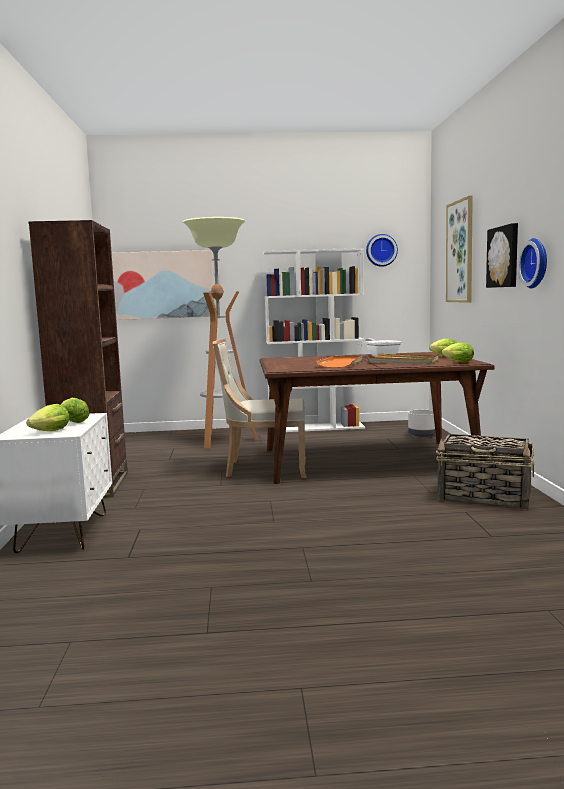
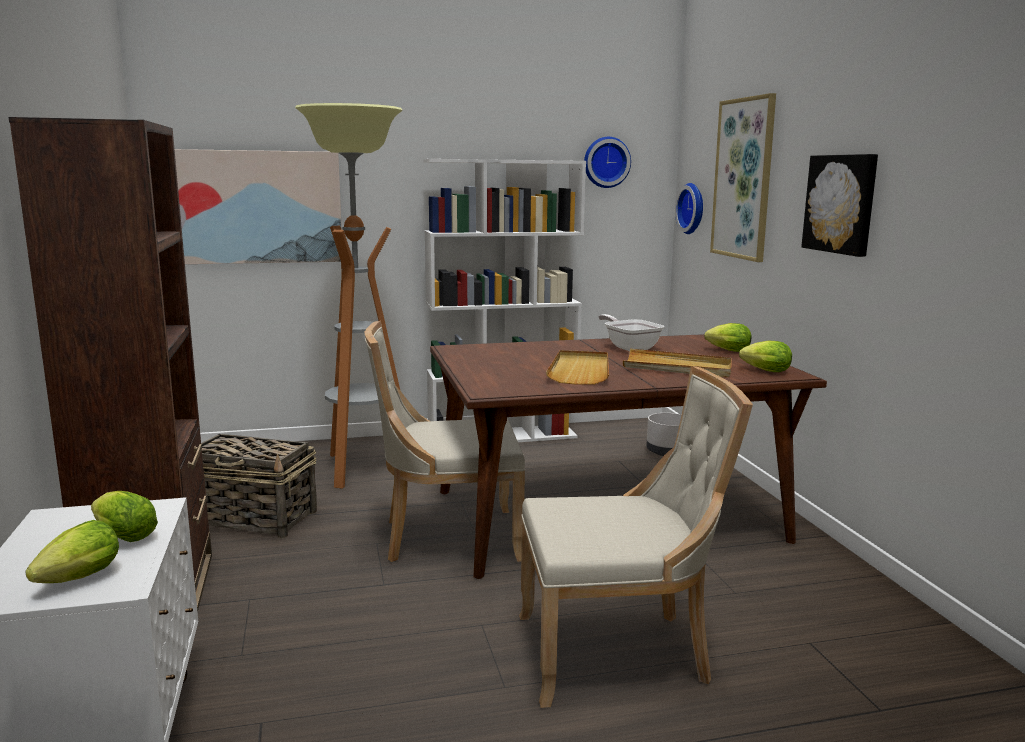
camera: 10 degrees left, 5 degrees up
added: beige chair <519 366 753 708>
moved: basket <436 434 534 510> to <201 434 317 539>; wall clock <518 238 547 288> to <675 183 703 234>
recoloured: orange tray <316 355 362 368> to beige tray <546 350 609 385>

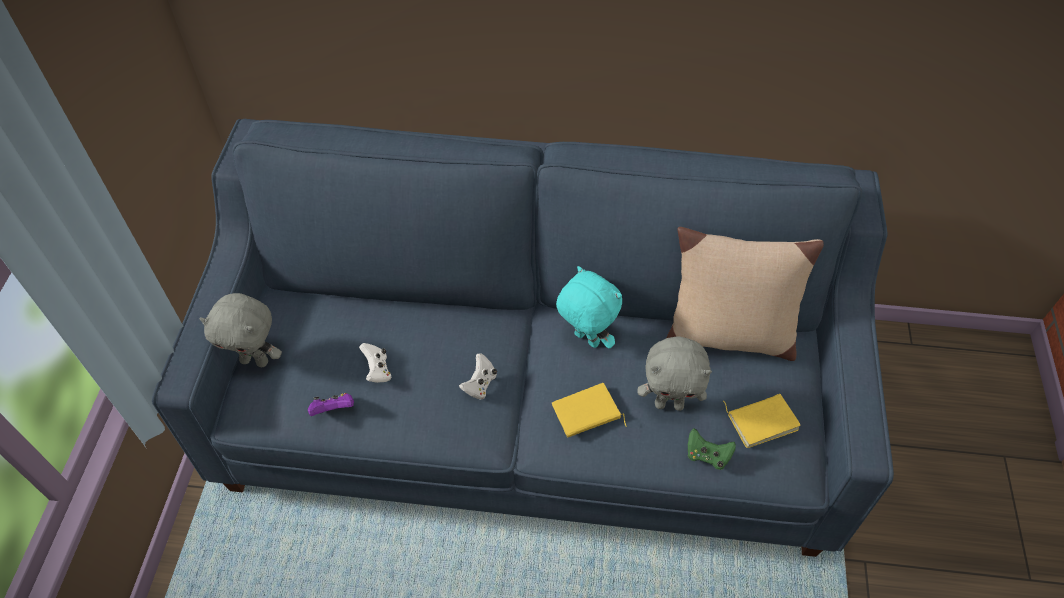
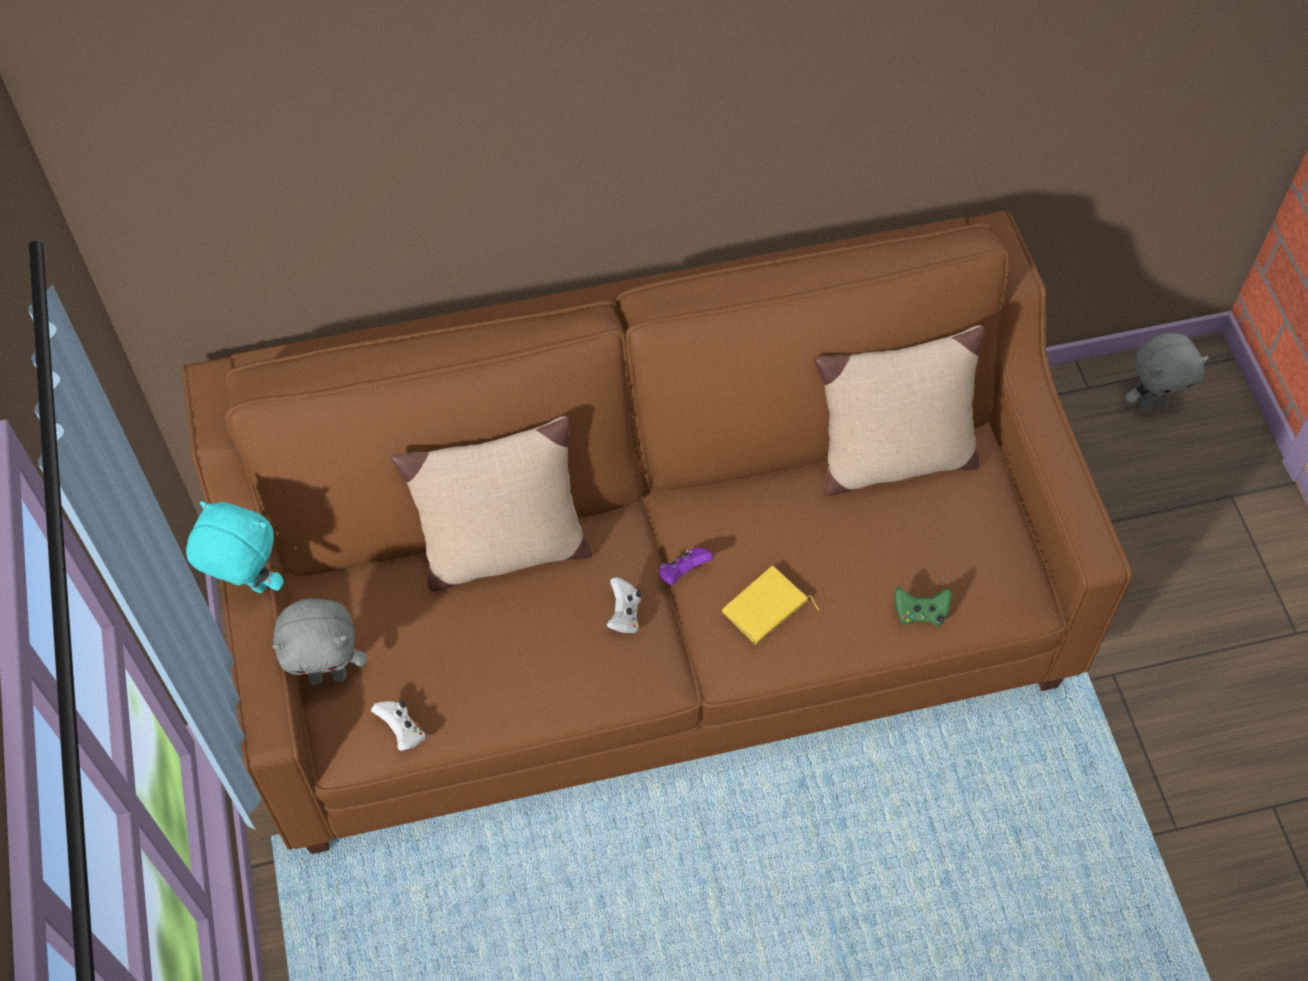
camera: 20 degrees left, 5 degrees up
removed: yellow book <723 394 801 448>
added: beige pillow <391 416 592 591>
moved: purple game controller <308 393 354 416> to <659 547 713 585>; white game controller <359 343 391 383> to <371 701 425 751>; turquoise plush toy <556 266 622 349> to <186 501 284 593>; grey plush toy <638 337 712 411> to <1125 333 1209 412>
recoloured: blue sofa <152 119 894 557> to brown sofa <183 211 1132 854>

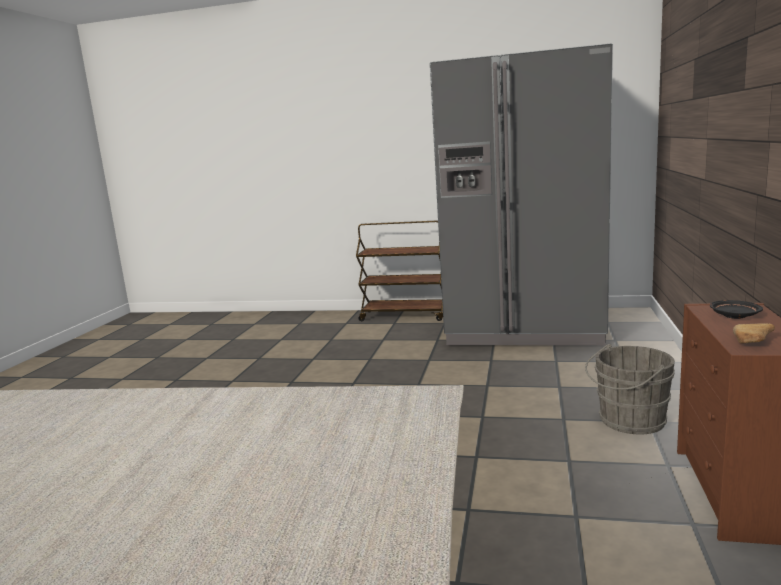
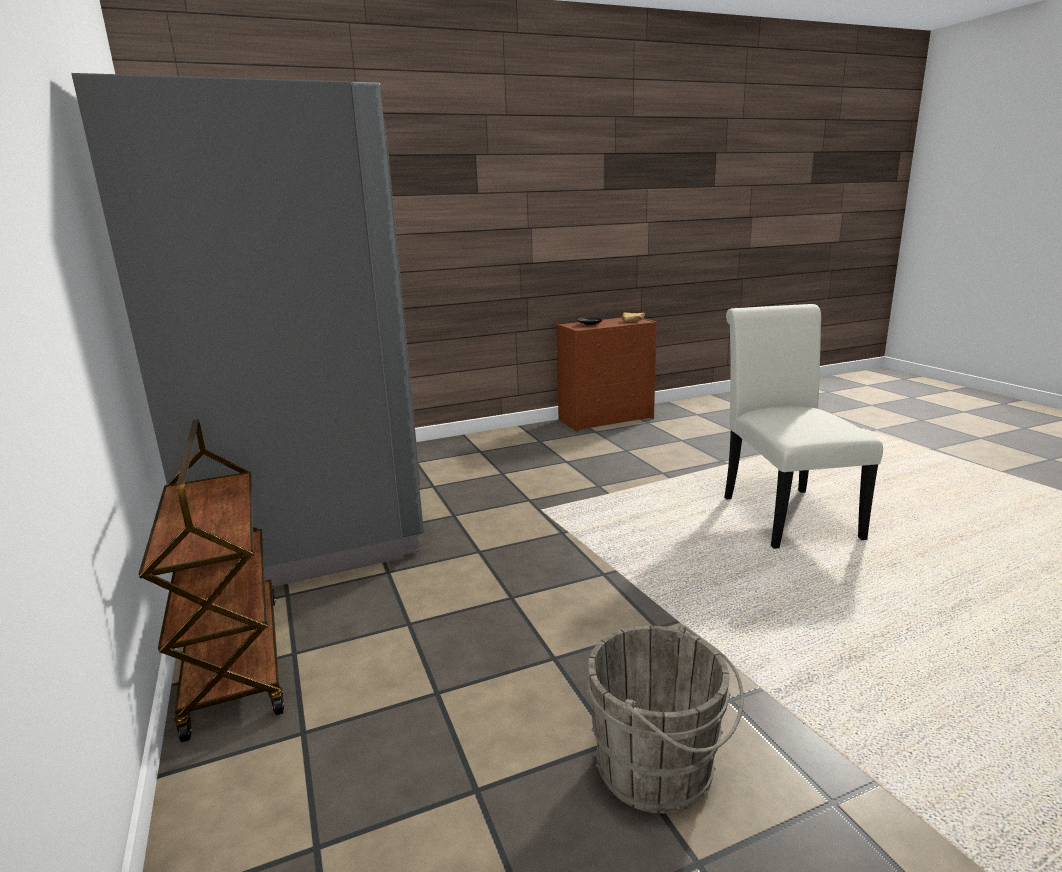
camera: 125 degrees left, 5 degrees up
added: white chair <724 304 883 549>
moved: grey bucket <585 344 675 435> to <587 624 744 814>

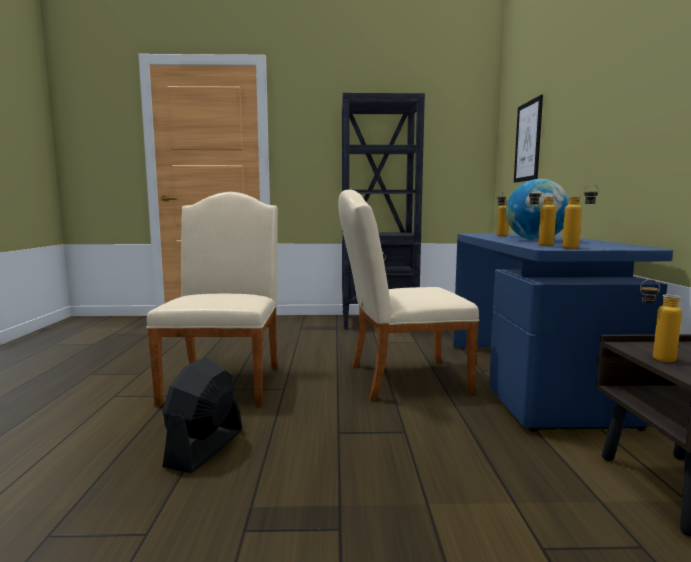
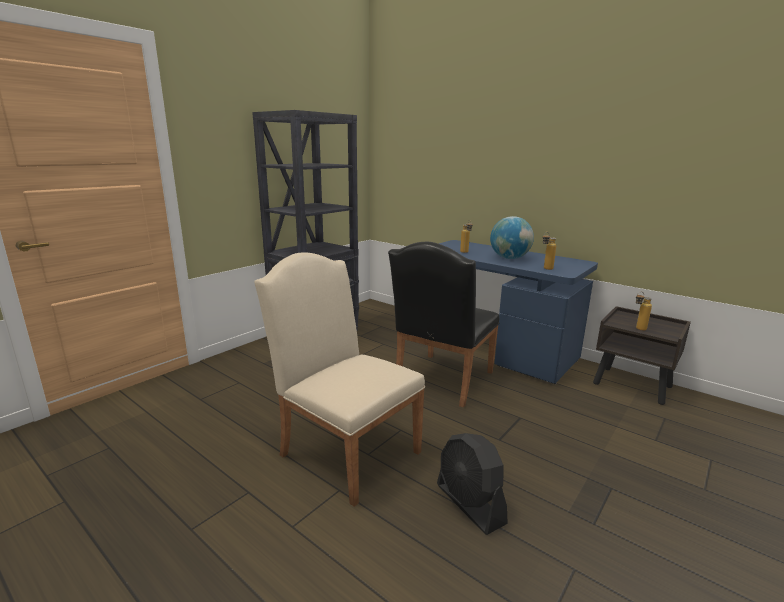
camera: 50 degrees left, 10 degrees up
removed: picture <514 95 543 183>; bottle <562 184 599 249>
recoloured: beige chair <338 190 480 401> to black chair <388 242 500 407>

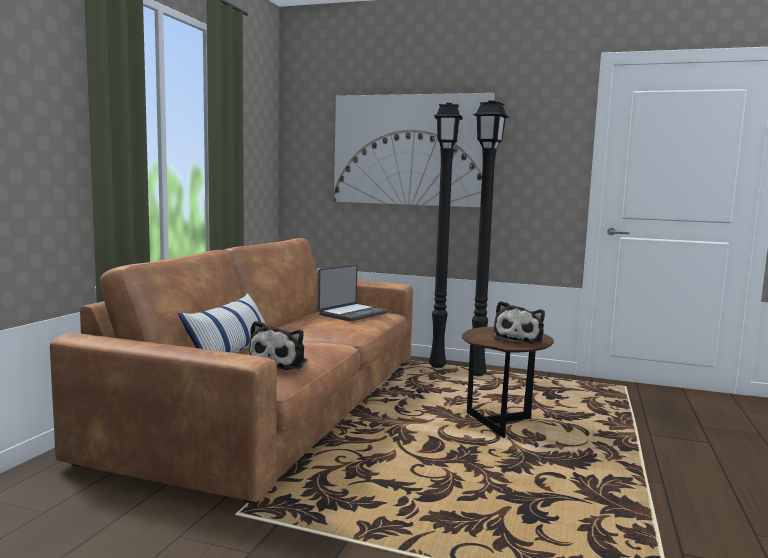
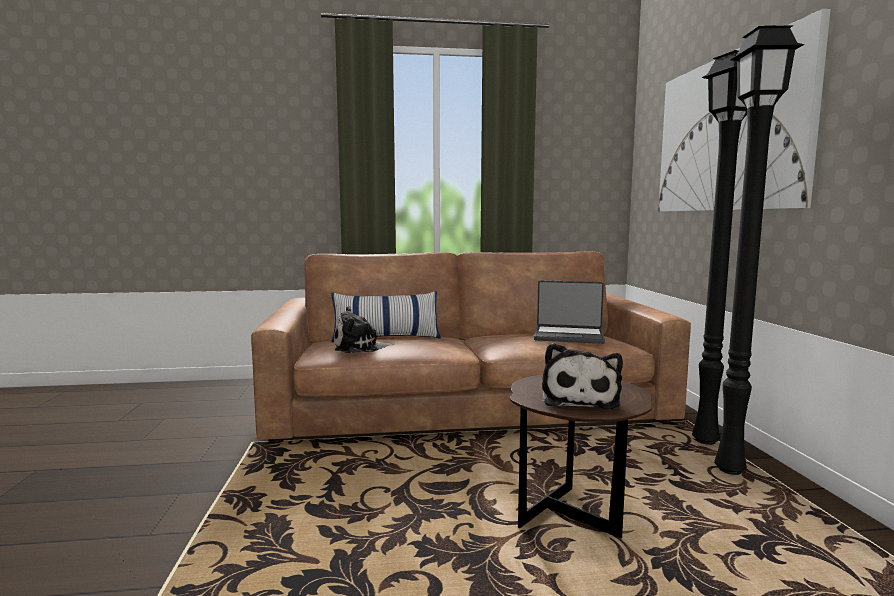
camera: 65 degrees right, 0 degrees up
turned: plush toy <494 301 545 344> = <542 343 623 410> 75 degrees counterclockwise

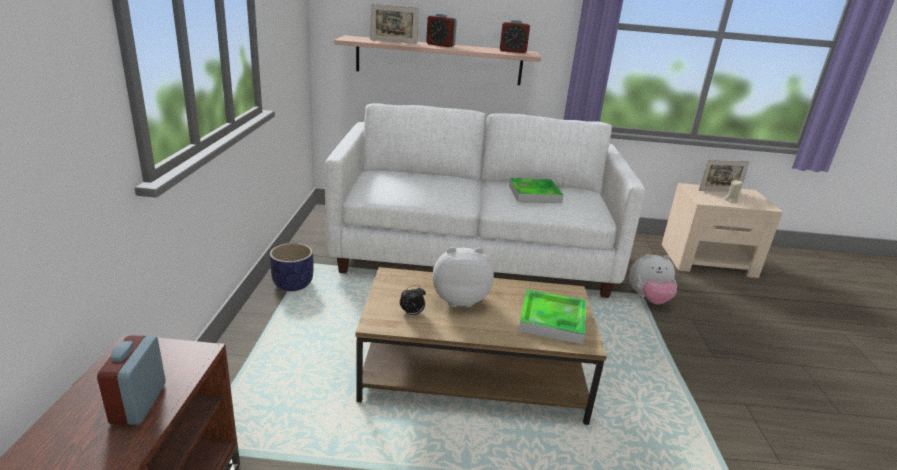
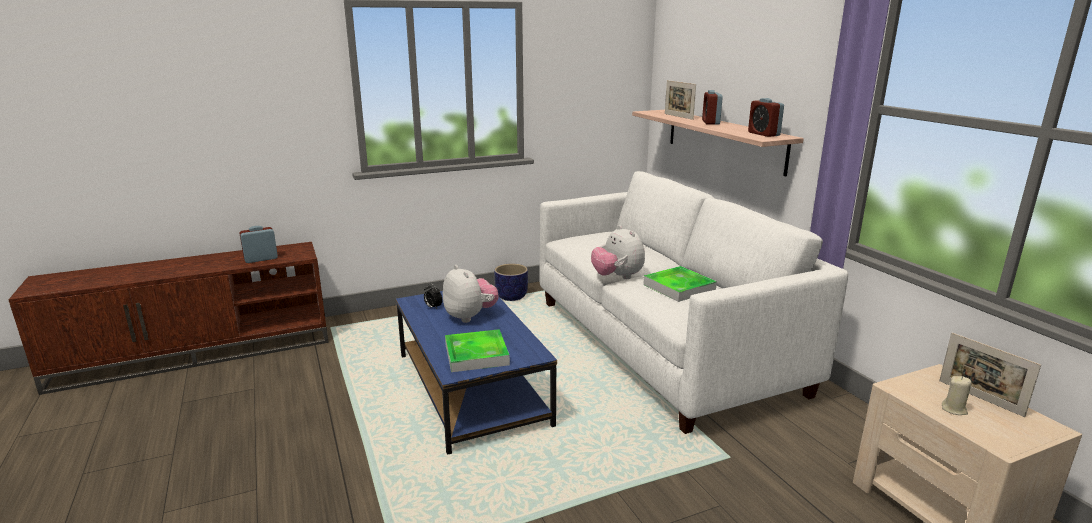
camera: 65 degrees right, 5 degrees down
moved: plush toy <629 254 677 304> to <591 225 645 279>
recoloured: brown coffee table <355 267 607 425> to blue coffee table <396 291 557 455>

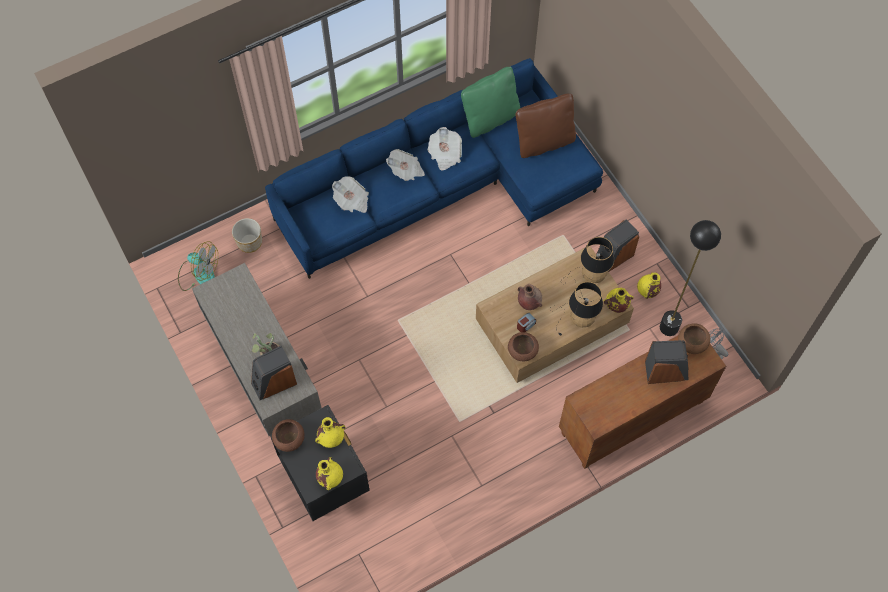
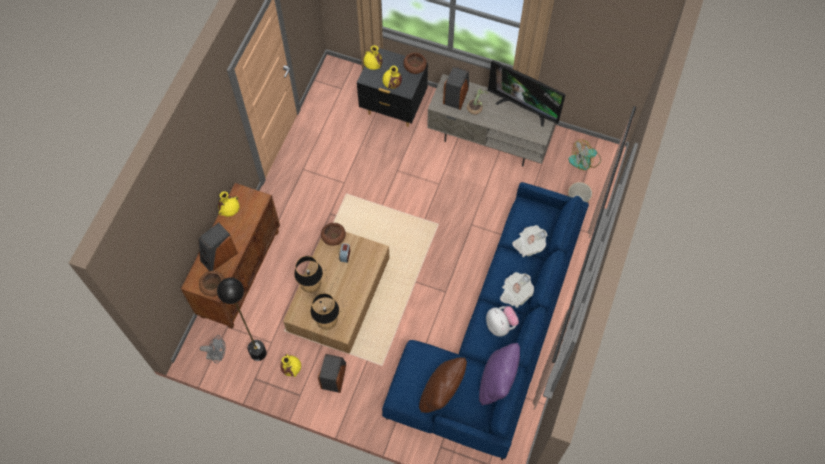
camera: 140 degrees right, 0 degrees up
removed: brown vase <518 284 542 310>
added: television <488 60 566 127>
moved: yellow vase <604 288 634 313> to <218 191 240 217>
replaced: newspaper <427 127 462 171> to plush toy <486 306 519 337>
recoloured: green pillow <461 67 520 138> to purple pillow <479 343 520 405>

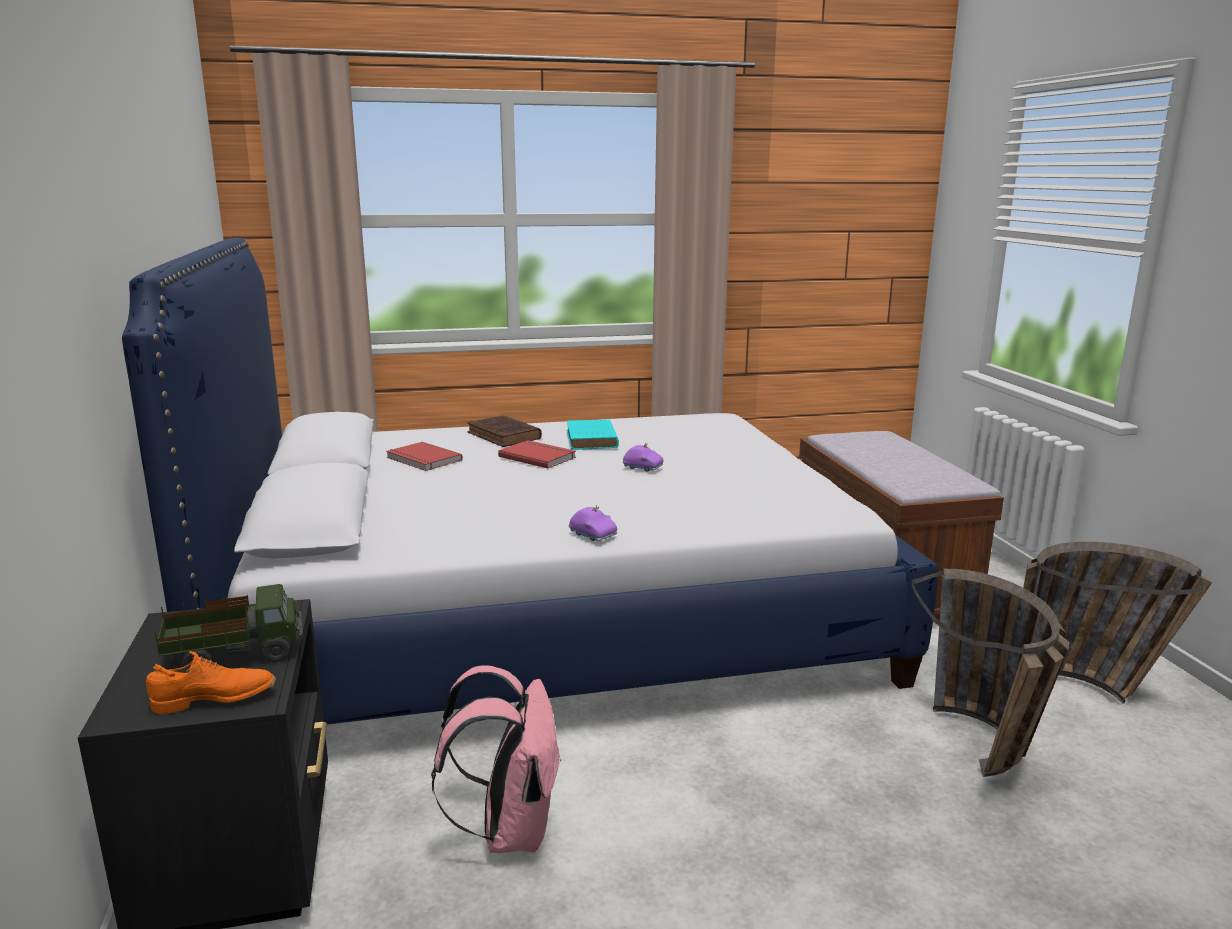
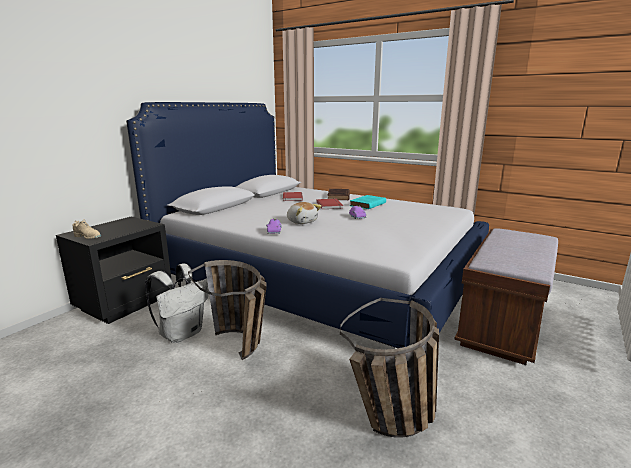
camera: 45 degrees right, 0 degrees up
removed: toy truck <155 584 303 667>
added: plush toy <287 202 321 224>
moved: basket <1023 542 1212 704> to <188 260 267 360>
recoloured: orange shoe <146 651 276 714> to beige shoe <73 219 101 239>; pink backpack <431 665 561 853> to white backpack <145 264 209 343>

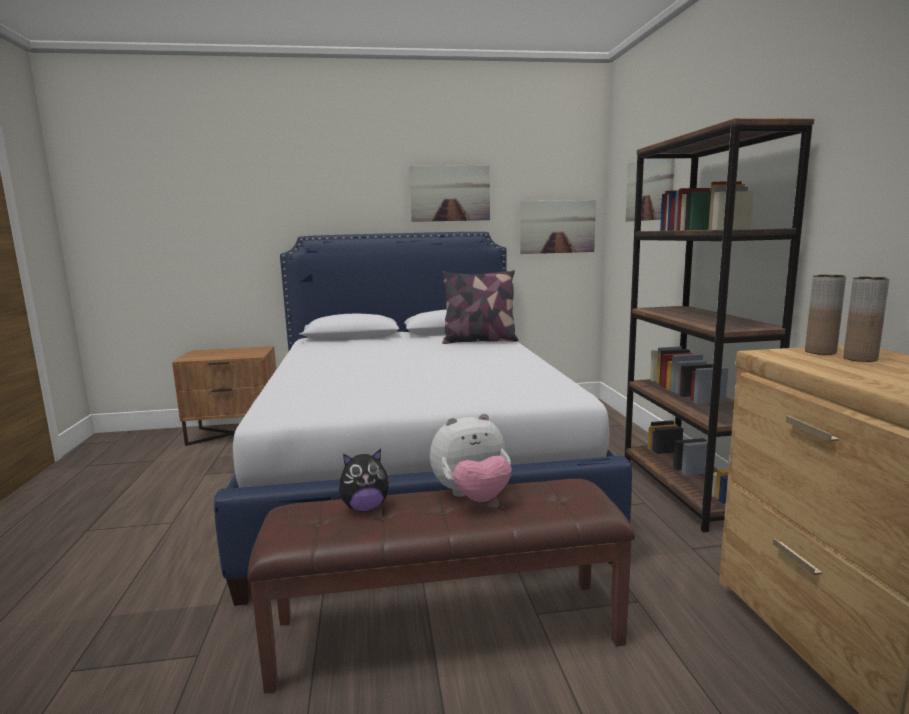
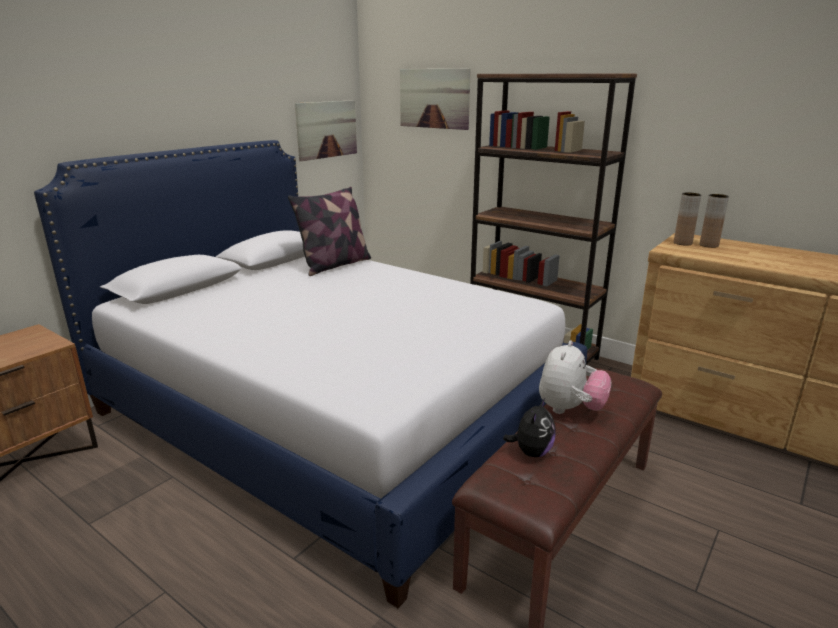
camera: 45 degrees left, 10 degrees up
removed: picture <409 165 490 222>

